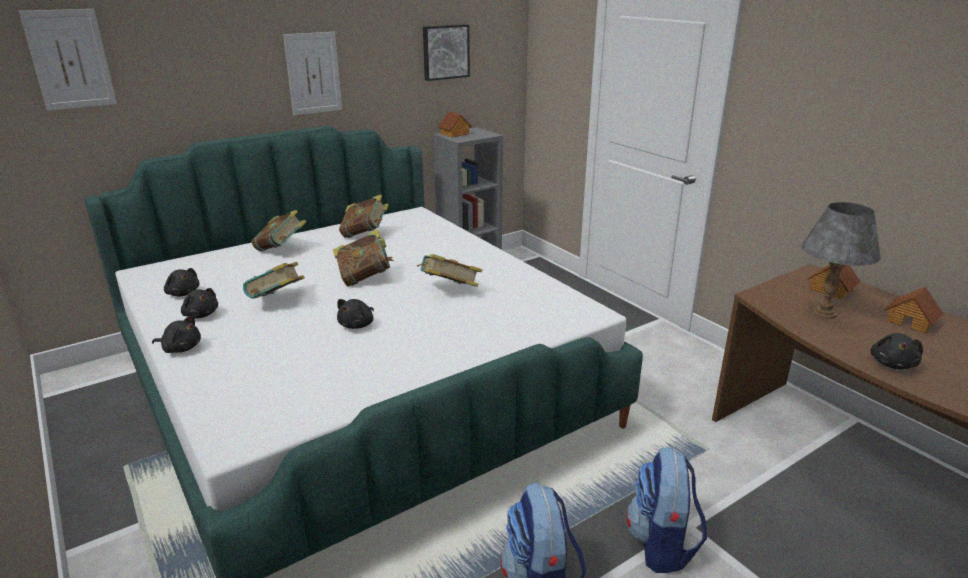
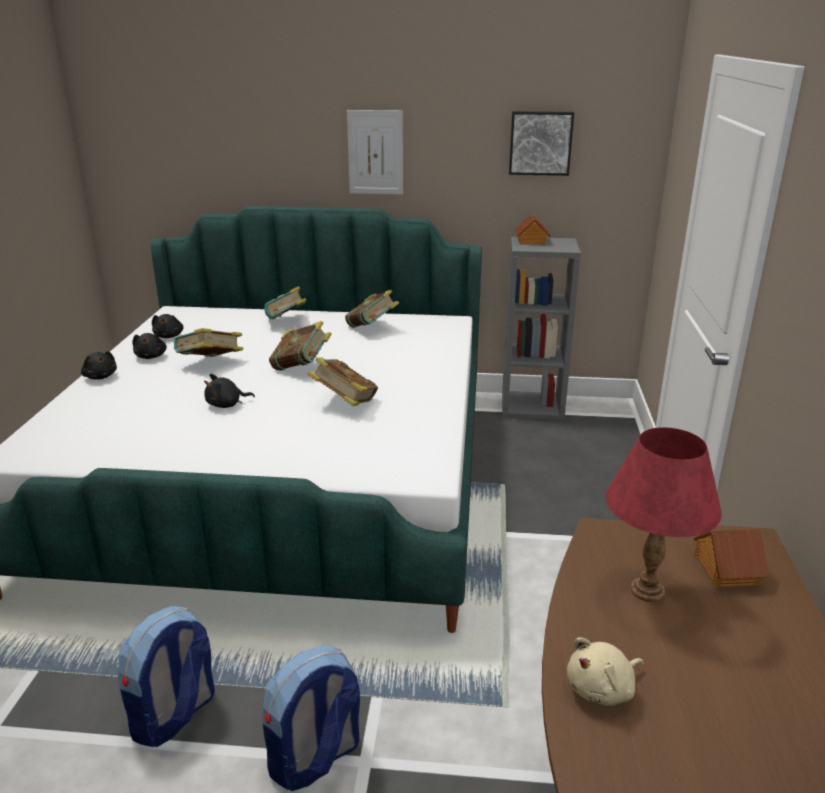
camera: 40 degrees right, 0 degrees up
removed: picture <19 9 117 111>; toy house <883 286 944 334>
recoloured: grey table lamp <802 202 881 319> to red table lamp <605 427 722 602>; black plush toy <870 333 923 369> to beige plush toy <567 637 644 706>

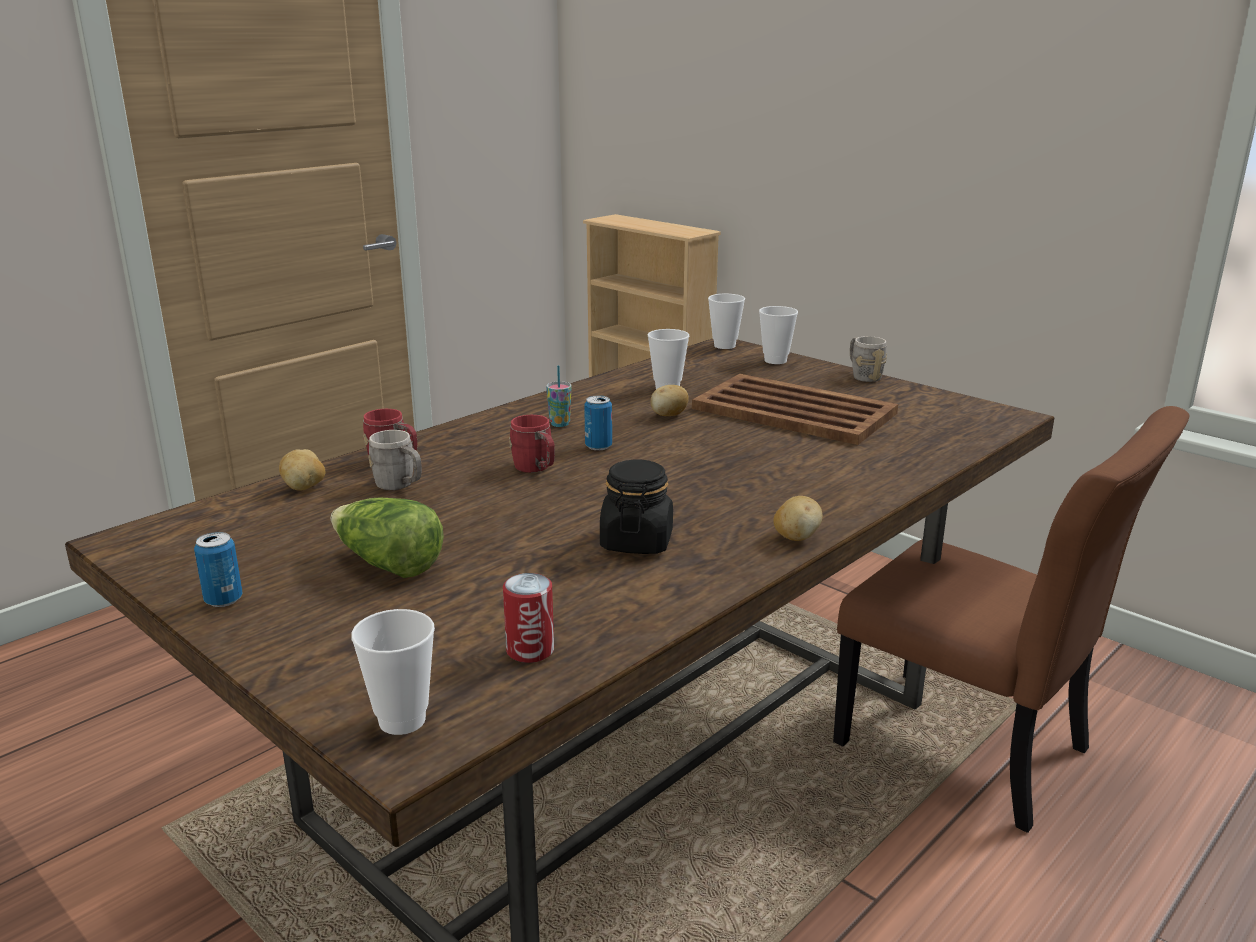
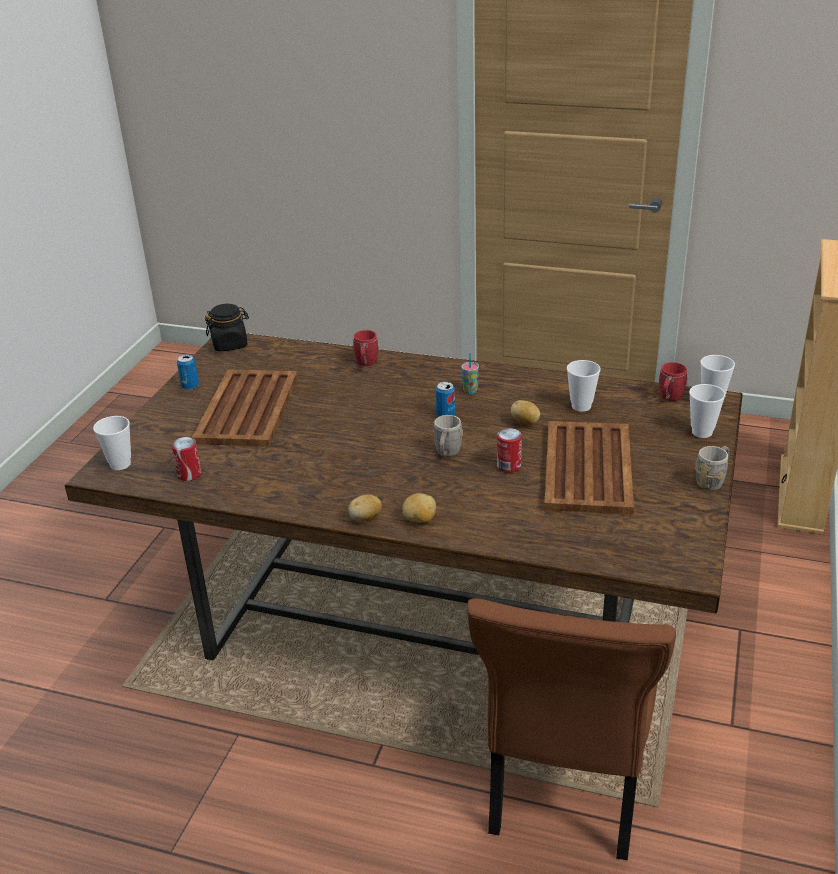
camera: 65 degrees right, 10 degrees up
added: can <497 428 522 473>
moved: potato <279 449 325 491> to <402 493 436 523>; grey mug <368 430 422 490> to <434 415 463 456>; red mug <509 415 555 473> to <659 362 688 401>; black jar <600 459 673 554> to <205 304 249 351>
replaced: lettuce <331 498 444 578> to brown tray <192 369 298 447>

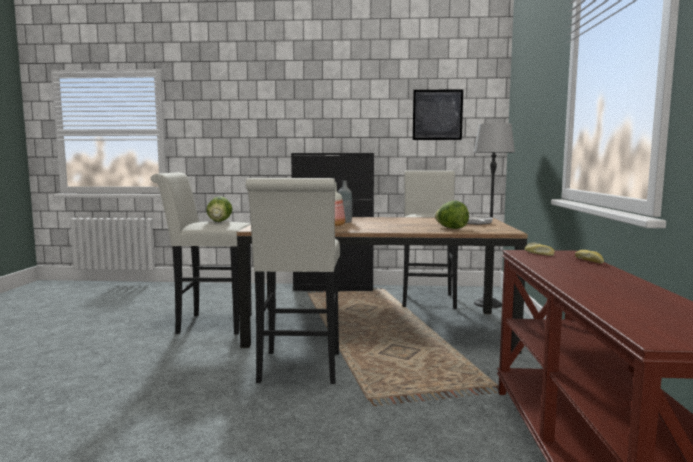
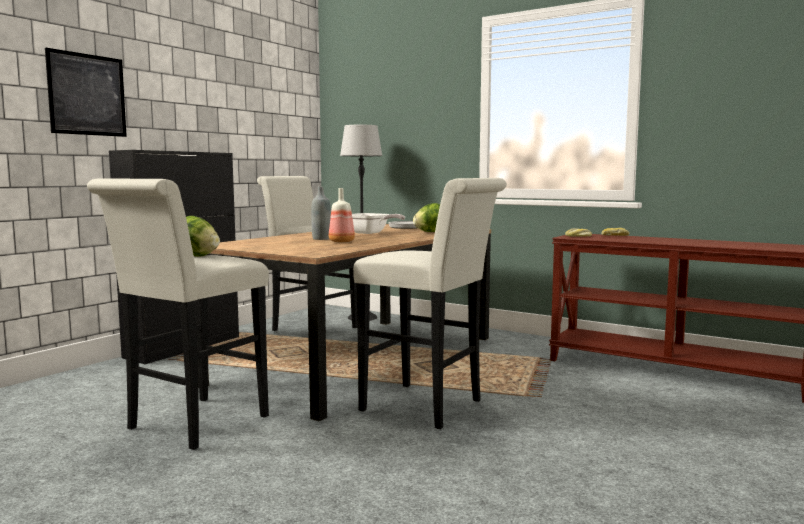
camera: 60 degrees left, 0 degrees up
added: frying pan <352 213 405 234>
moved: picture <413 89 463 140> to <45 48 127 137>

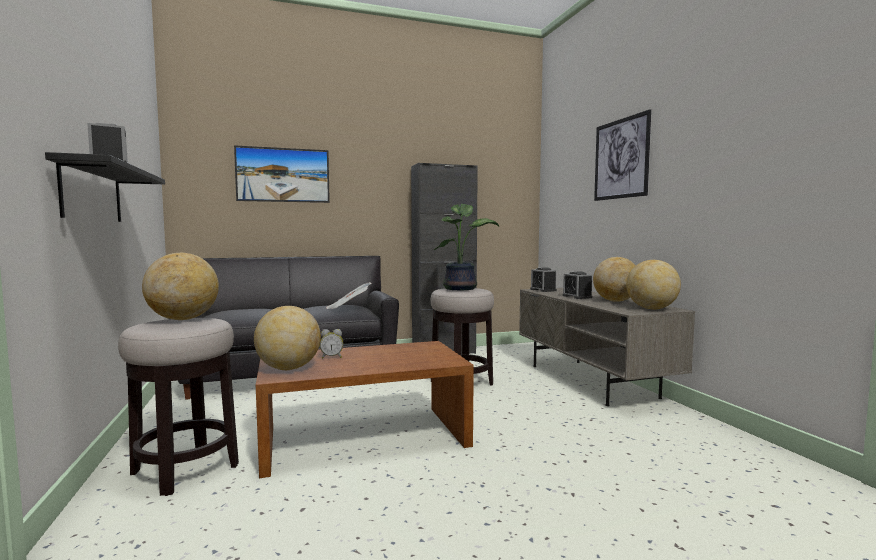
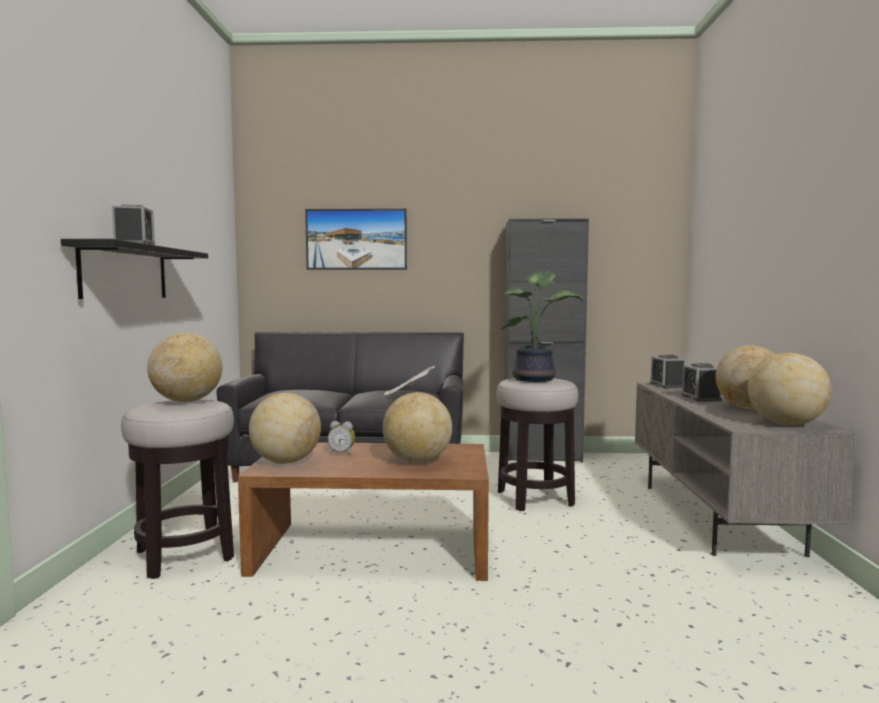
camera: 20 degrees right, 0 degrees up
removed: picture <594 109 651 201>
added: globe <383 392 452 463>

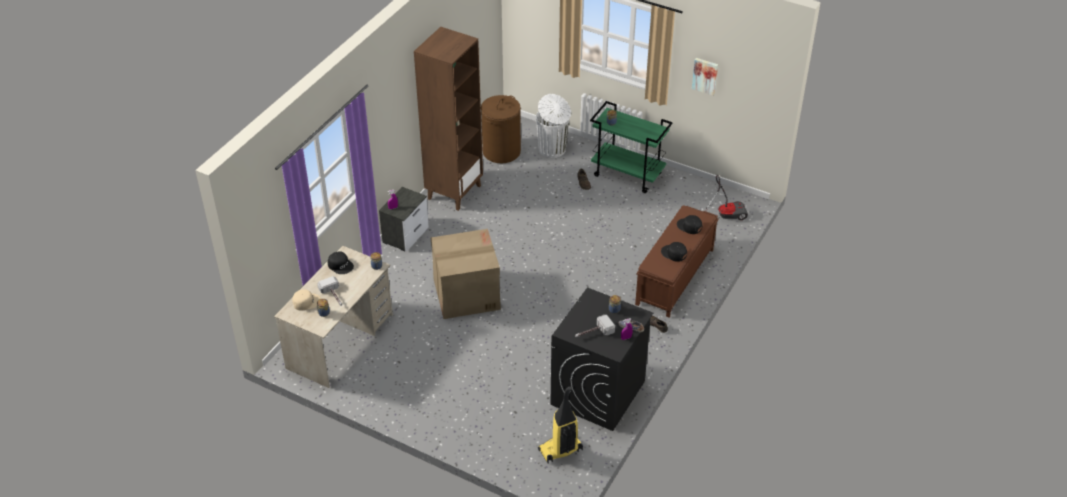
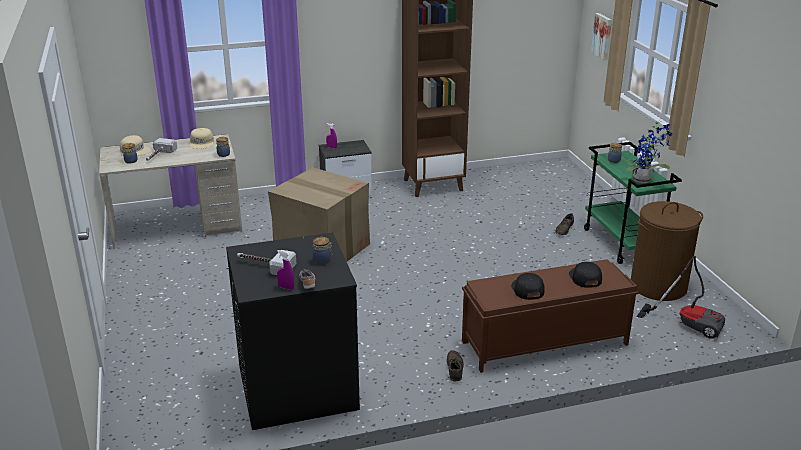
camera: 45 degrees right, 15 degrees down
removed: white trash can <536 94 571 158>; vacuum cleaner <538 386 583 463>
added: potted plant <625 120 672 183>
moved: brown laundry basket <481 95 521 163> to <631 201 703 301>; picture <692 58 718 95> to <591 13 612 60>
recoloured: black cap <328 251 354 274> to beige cap <190 128 214 149>

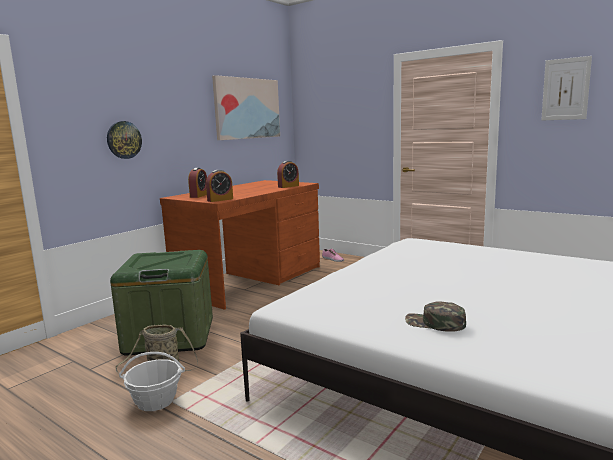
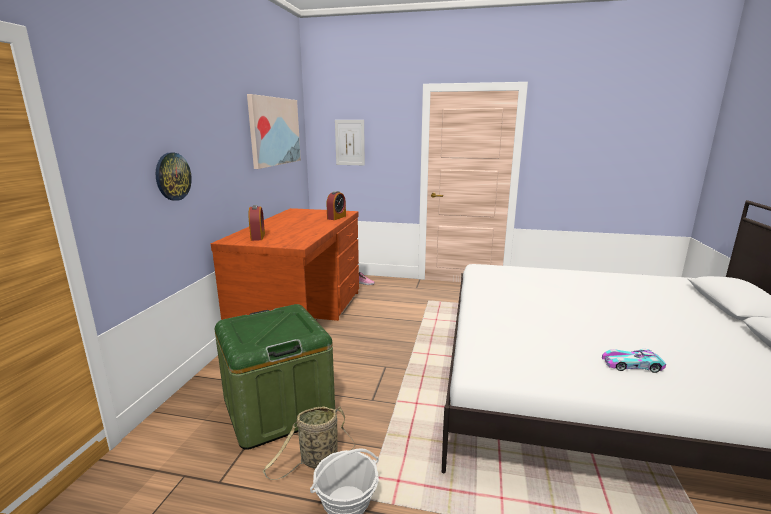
camera: 25 degrees left, 5 degrees up
removed: alarm clock <206 170 233 202>
moved: picture <541 56 592 121> to <335 120 365 165>
replaced: green cap <405 301 466 332> to toy car <602 349 666 373>

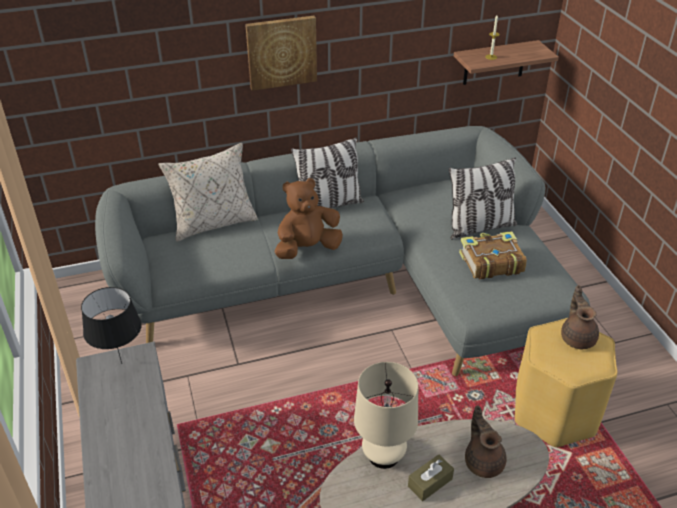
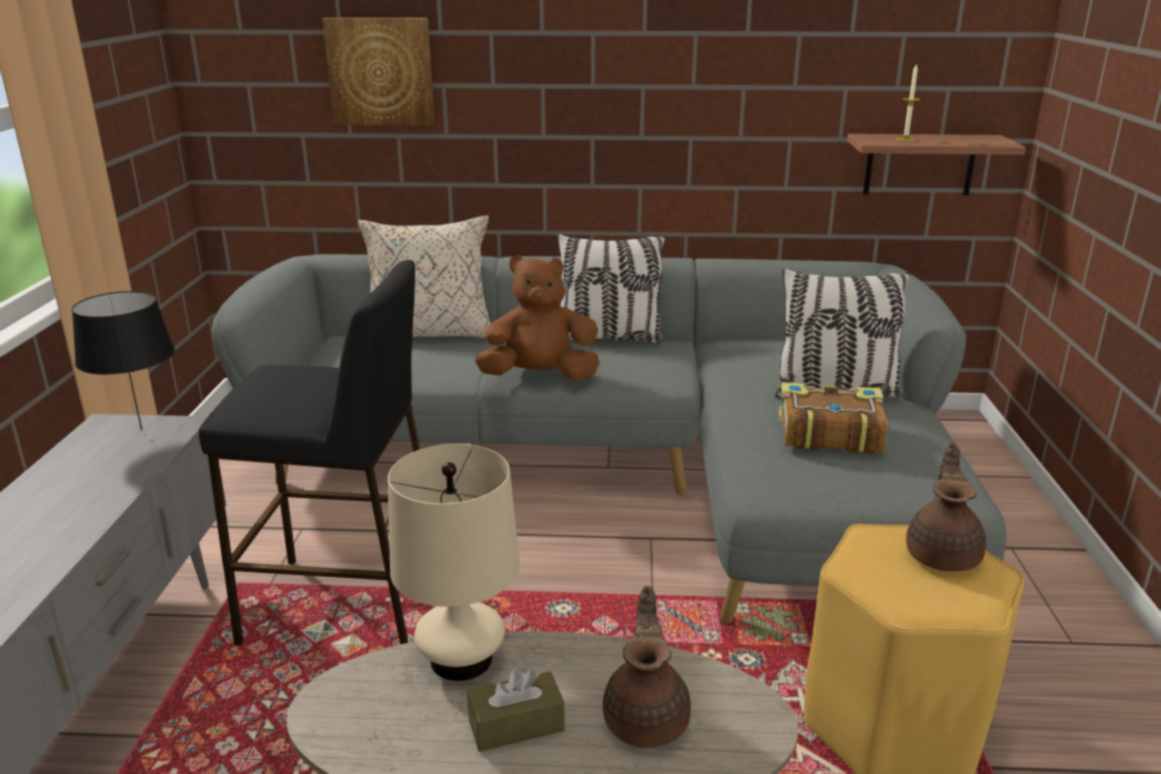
camera: 20 degrees right, 15 degrees down
added: black stool <199 260 420 645>
moved: picture <245 16 317 91> to <322 18 435 126>

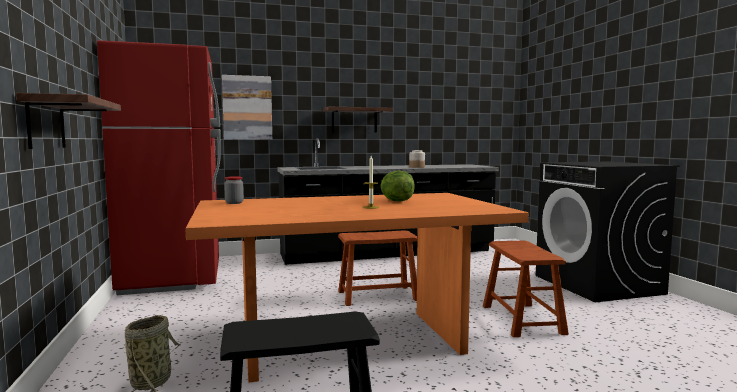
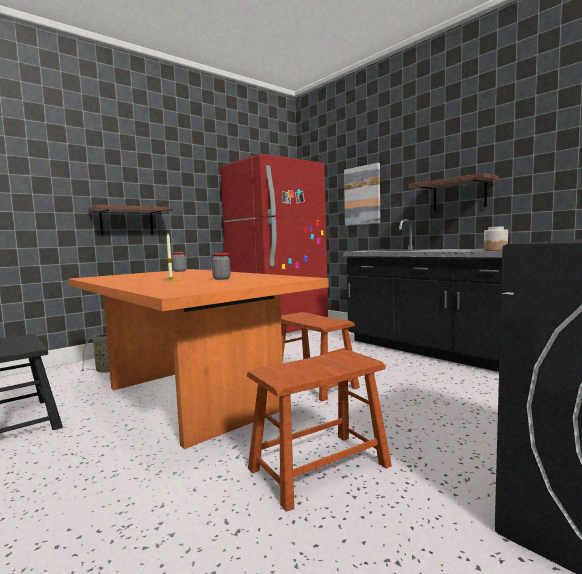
camera: 65 degrees right, 0 degrees up
replaced: lettuce <381 171 415 202> to jar <212 253 230 280>

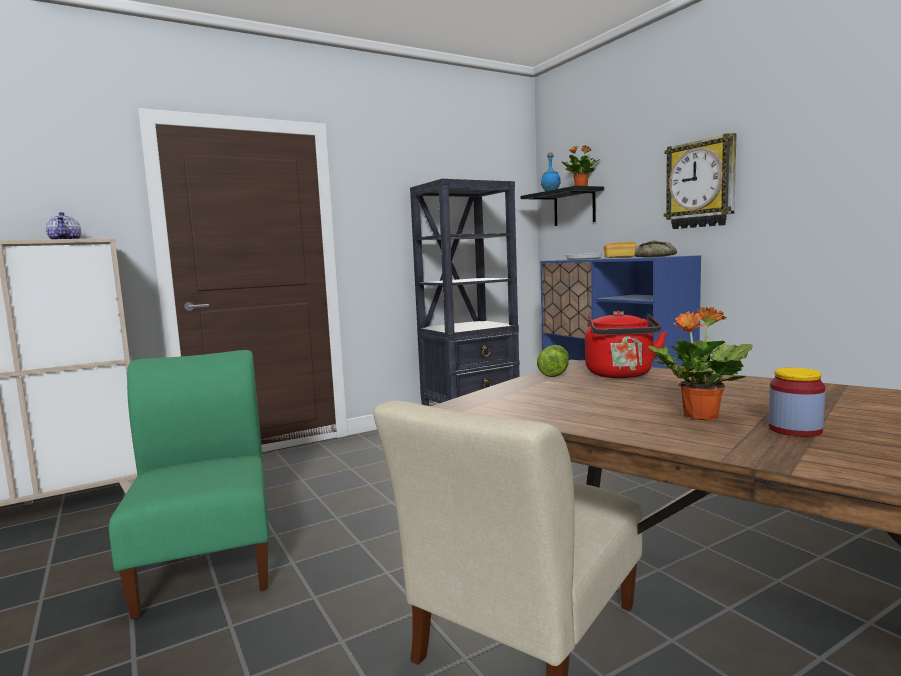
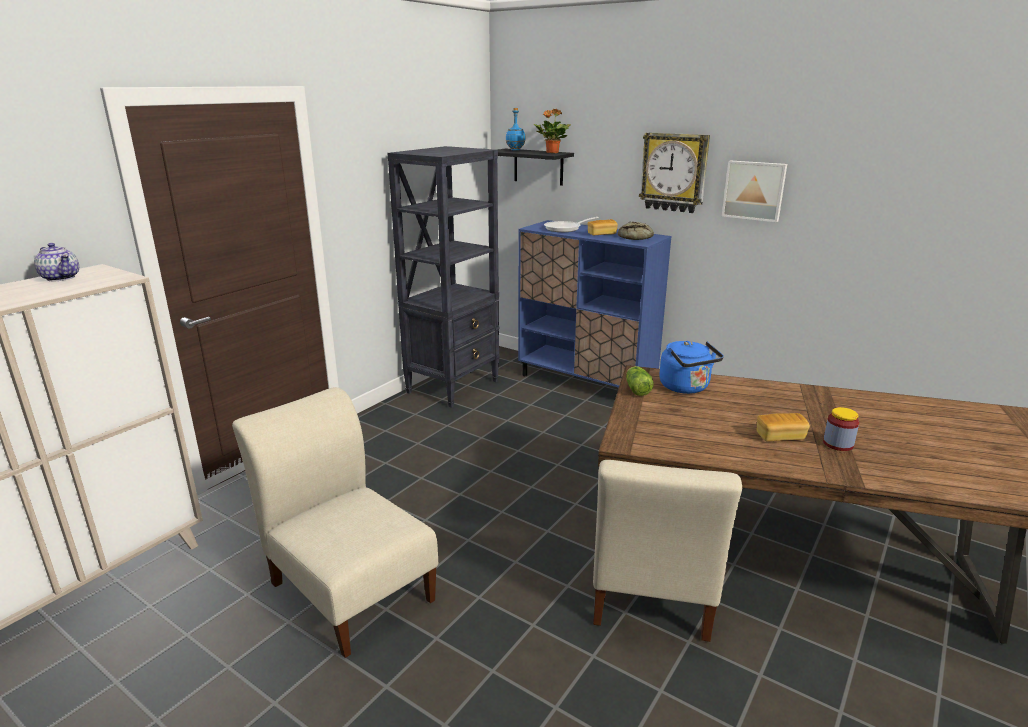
camera: 25 degrees left, 15 degrees up
added: picture <722 160 787 222>
replaced: potted plant <648 307 753 421> to bread <756 413 810 441>
recoloured: green chair <109 350 269 620> to beige chair <232 387 438 658>; red kettle <585 311 667 378> to blue kettle <659 341 724 394>

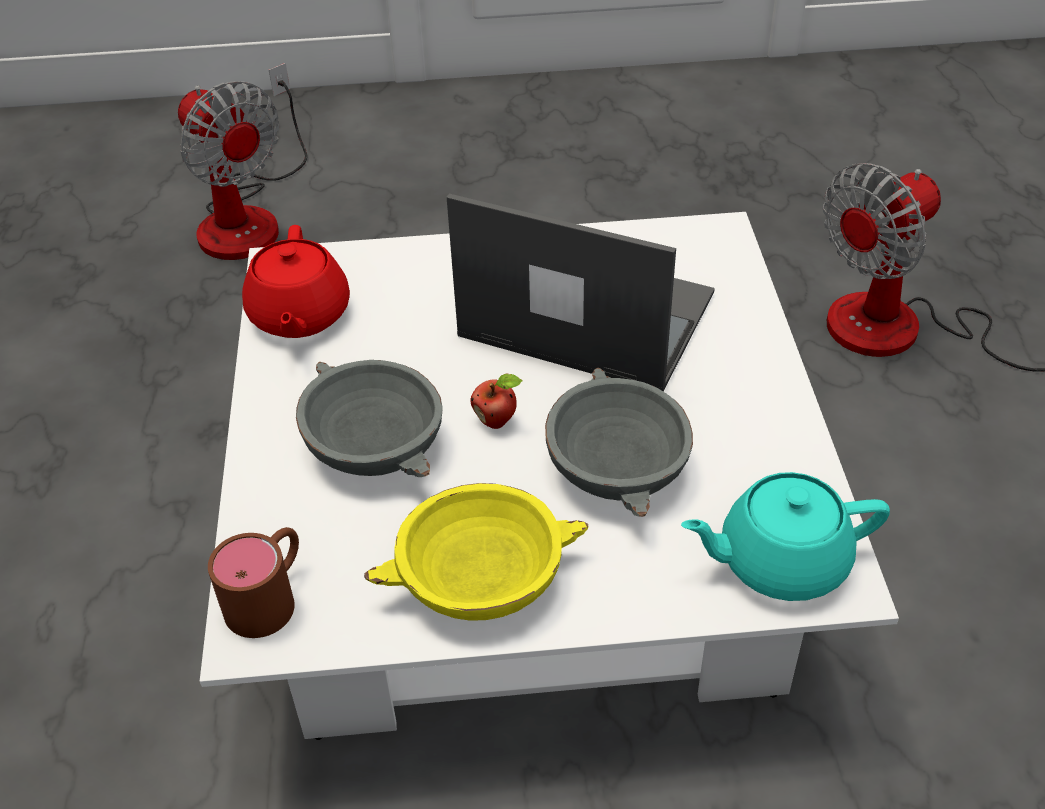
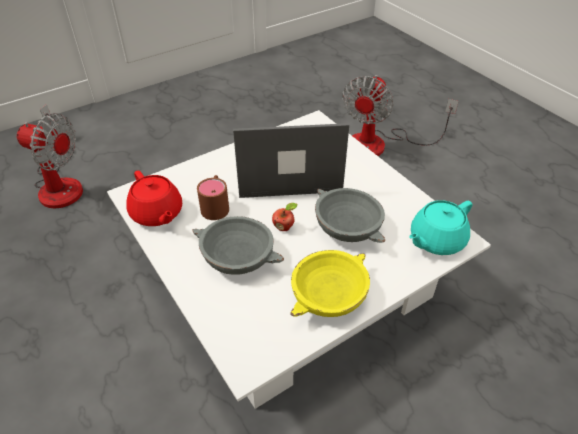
camera: 30 degrees left, 0 degrees up
moved: brown mug <208 527 299 638> to <197 175 229 220>

